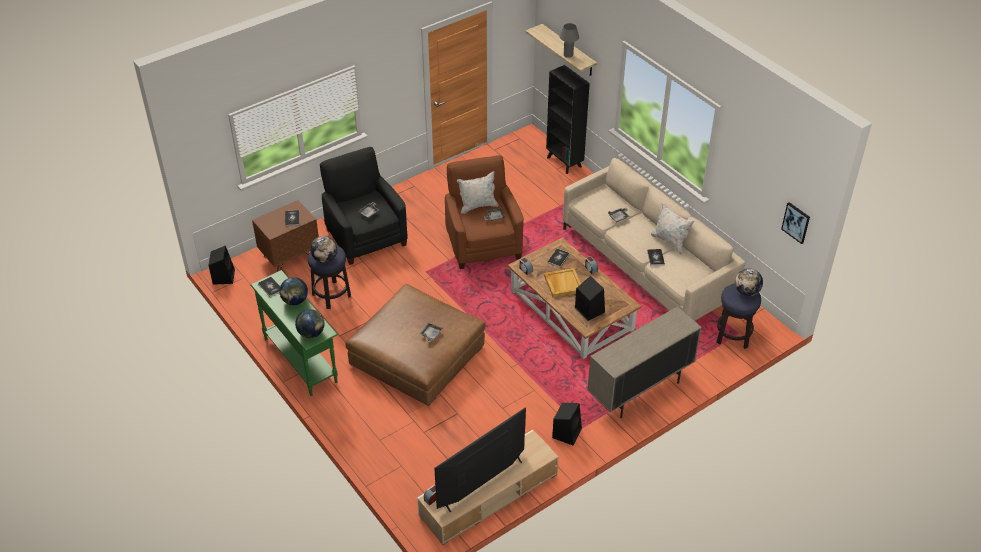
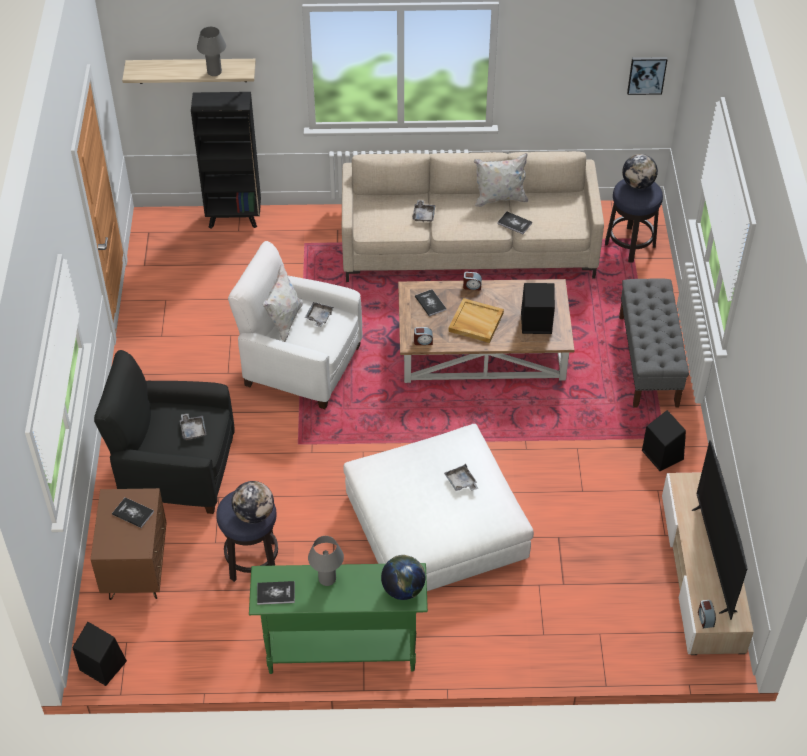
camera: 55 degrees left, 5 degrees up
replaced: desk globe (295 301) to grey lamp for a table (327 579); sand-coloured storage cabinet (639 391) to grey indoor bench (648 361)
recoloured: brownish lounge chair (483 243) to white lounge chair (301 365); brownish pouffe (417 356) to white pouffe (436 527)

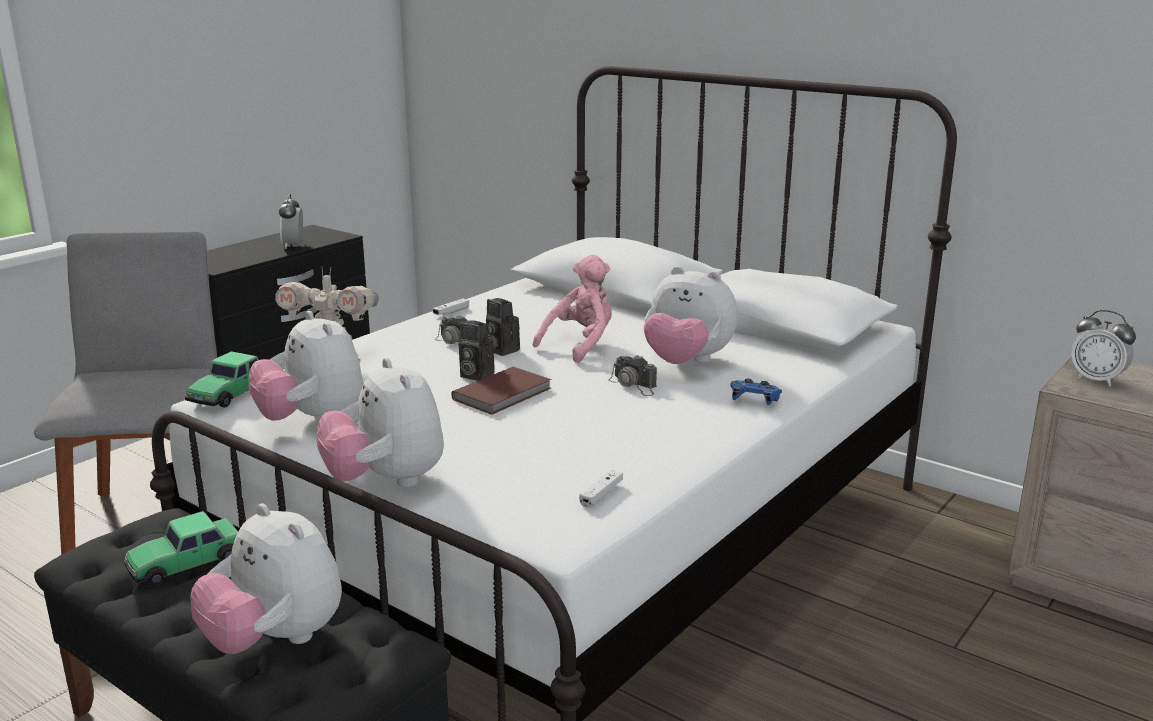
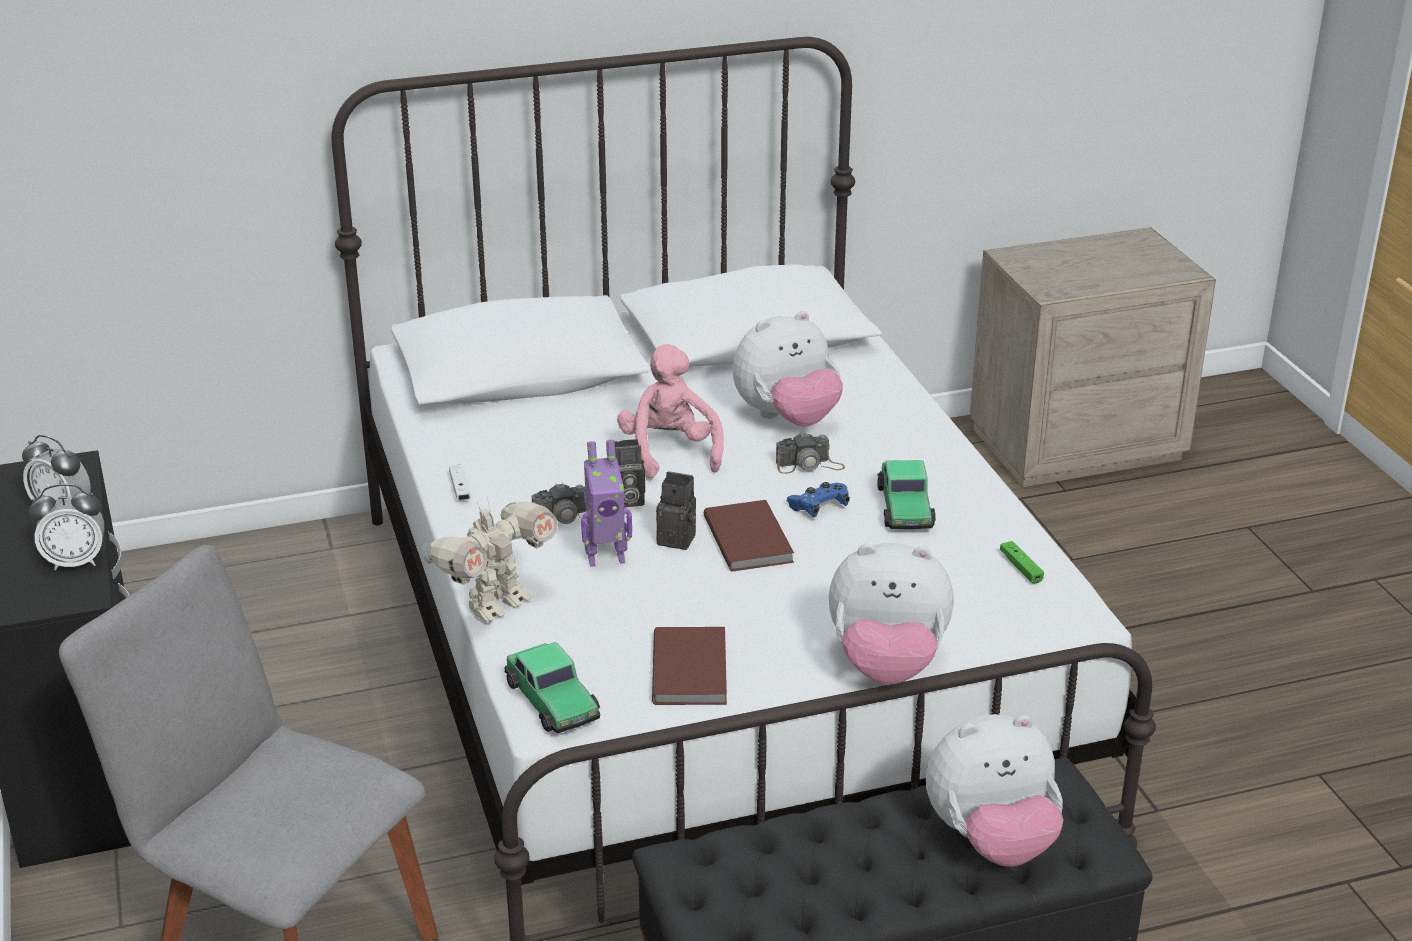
camera: 55 degrees left, 10 degrees up
added: toy robot (605 557)
moved: bedside clock (1096 380) to (76 562); blue-coloured gamepad (754 400) to (819 507); miniature car (186 562) to (905 507)
replaced: soft toy (312 421) to brownish book (692 669)
recoloured: white gamepad (601 495) to greenish gamepad (1021 568)
turned: still camera (474 375) = (679 538) 135 degrees counterclockwise

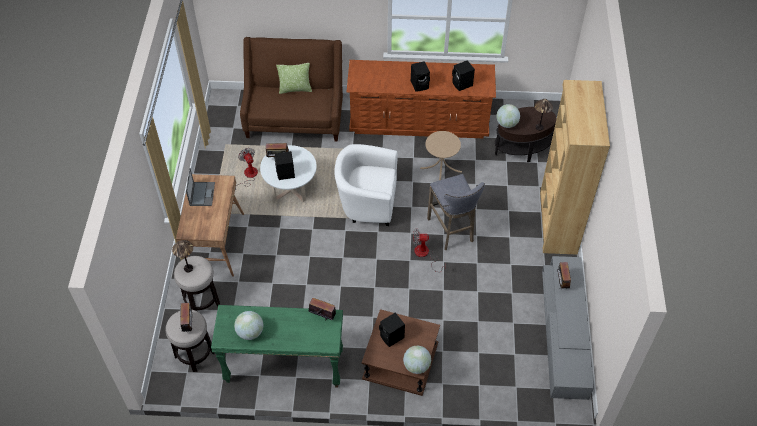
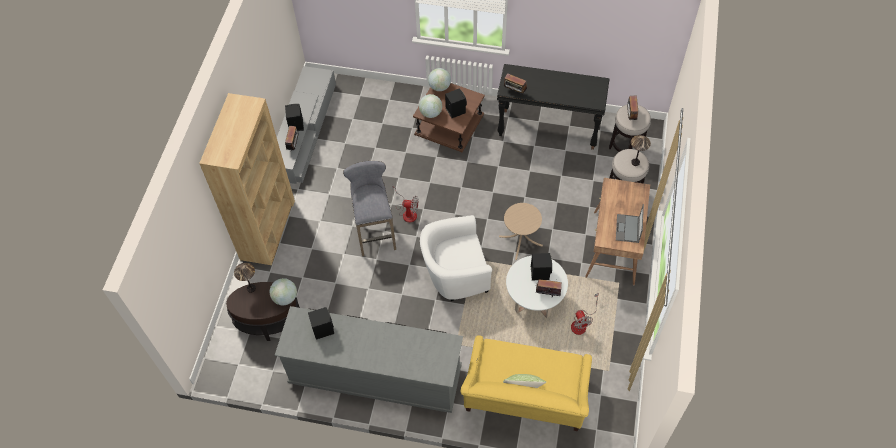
camera: 170 degrees left, 5 degrees up
moved: black-coloured speaker (420 84) to (295 125); desk globe (250 332) to (431 113); sand-coloured end table (440 170) to (520 241)
recoloured: brownish chest of drawers (419 121) to grey chest of drawers (375 375); brownish couch (295 117) to yellow couch (524 400); greenish hall table (283 368) to black-coloured hall table (548 129)
turned: white lounge chair (366 203) = (455 274) 150 degrees clockwise

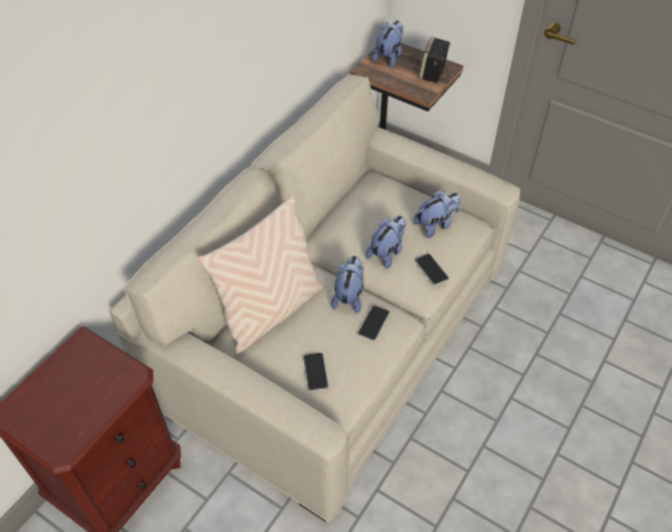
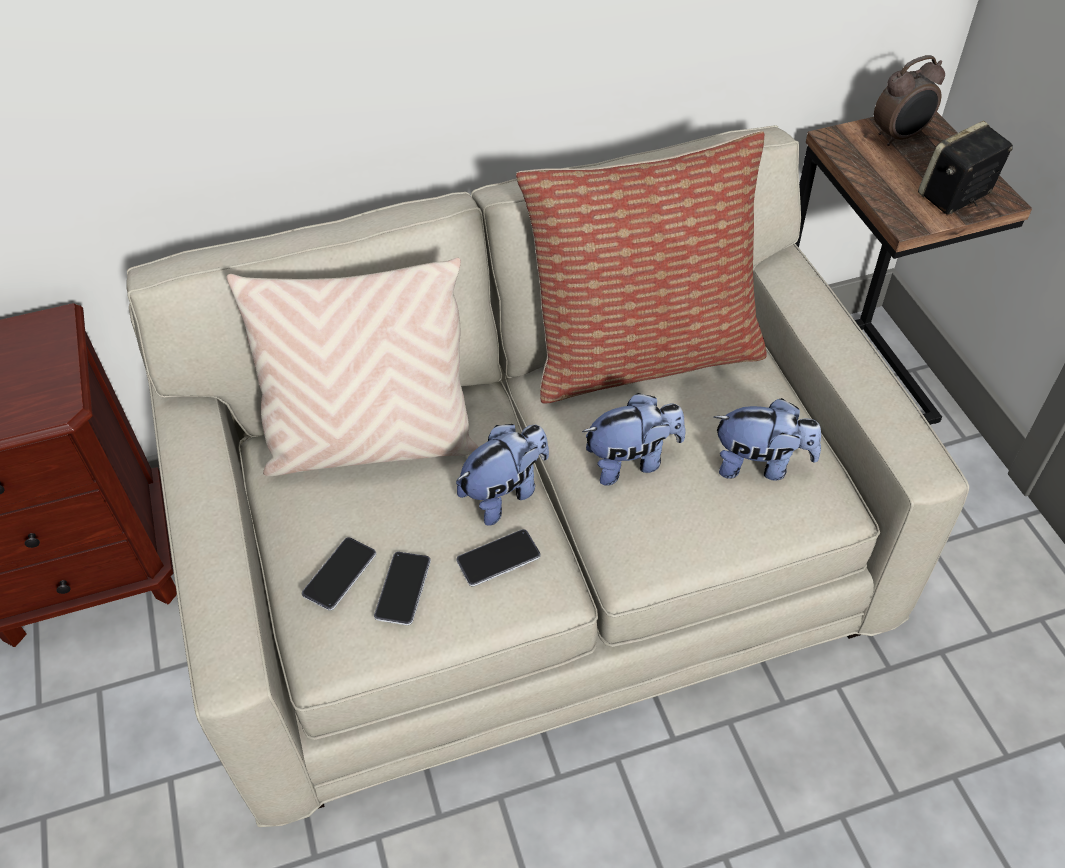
camera: 40 degrees right, 0 degrees up
added: cushion (642 353)
moved: phone (431 270) to (403 589)
replaced: soft toy (388 57) to bedside clock (900 137)

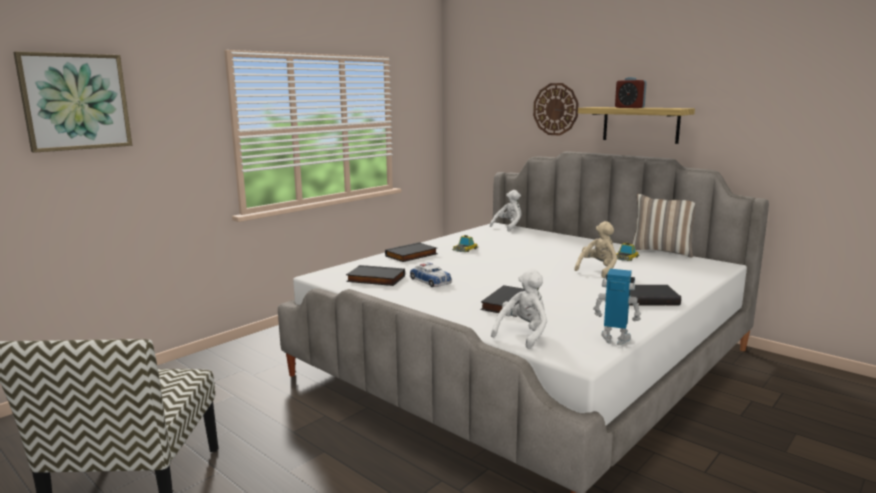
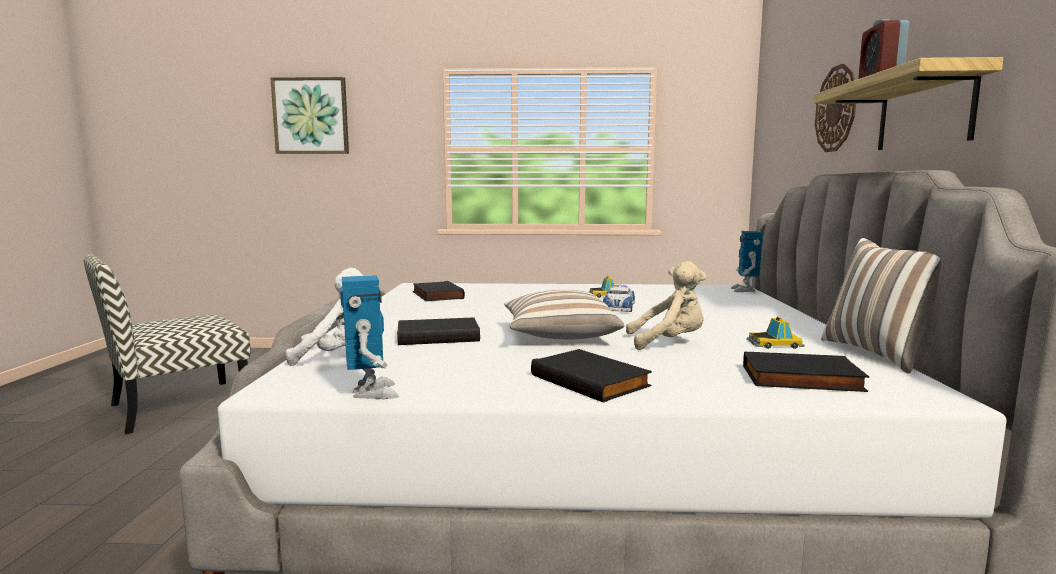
camera: 50 degrees right, 5 degrees down
added: cushion (559 336)
moved: miniature car (430 281) to (618 307); black-coloured book (412 255) to (801 379)
replaced: white soft toy (508 227) to toy robot (744 290)

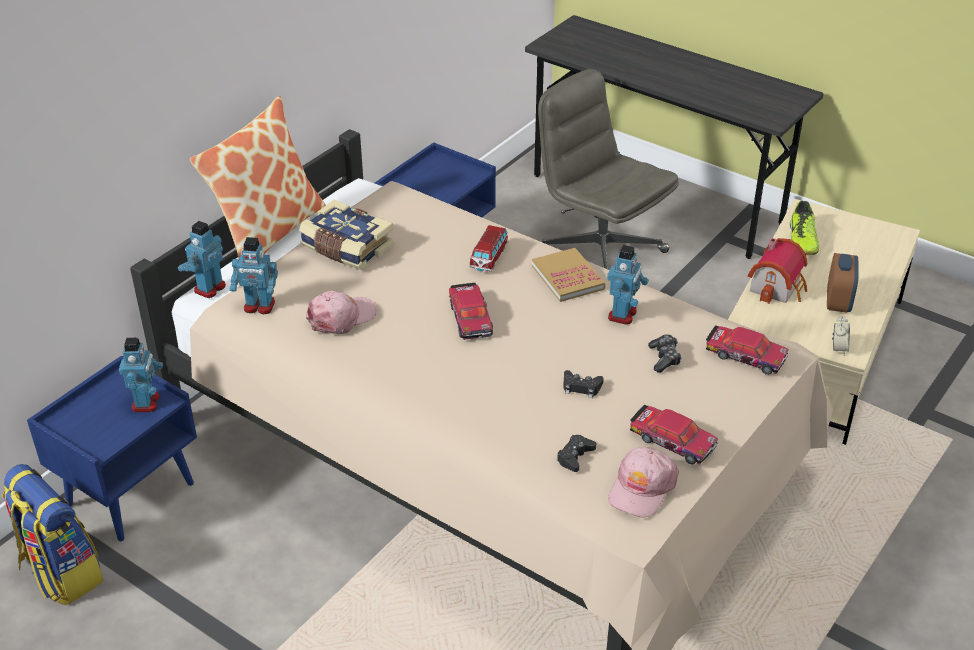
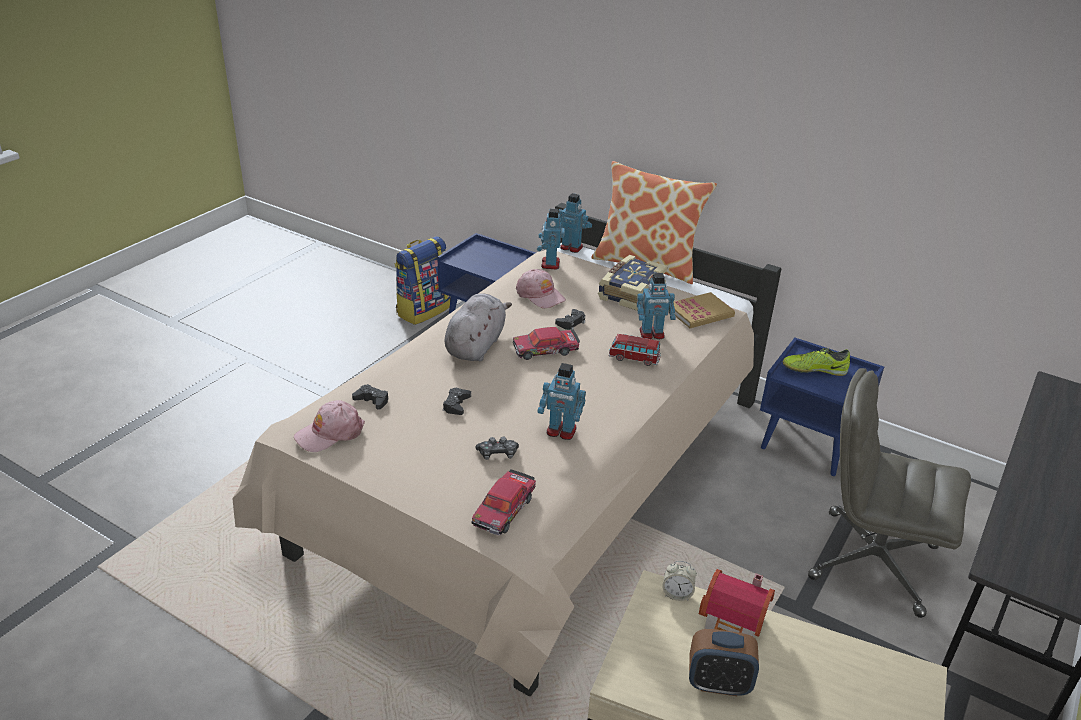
camera: 85 degrees right, 5 degrees down
removed: miniature car (672 441)
added: grey soft toy (476 345); black-coloured gamepad (571 323)
moved: toy robot (146 403) to (652 334); bedside clock (839 348) to (677 594); book (568 277) to (700 313); low shoe (802 240) to (814 369)
turned: pinkish cap (641 488) = (330 433) 60 degrees counterclockwise; grey office chair (599 251) = (871 561) 105 degrees counterclockwise

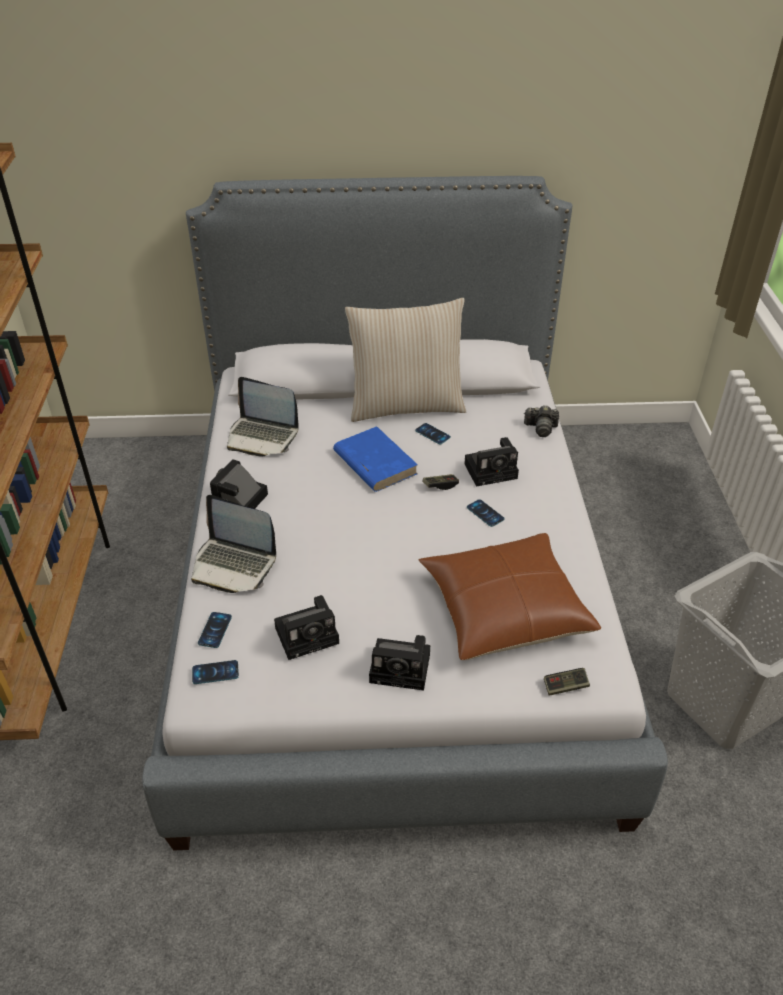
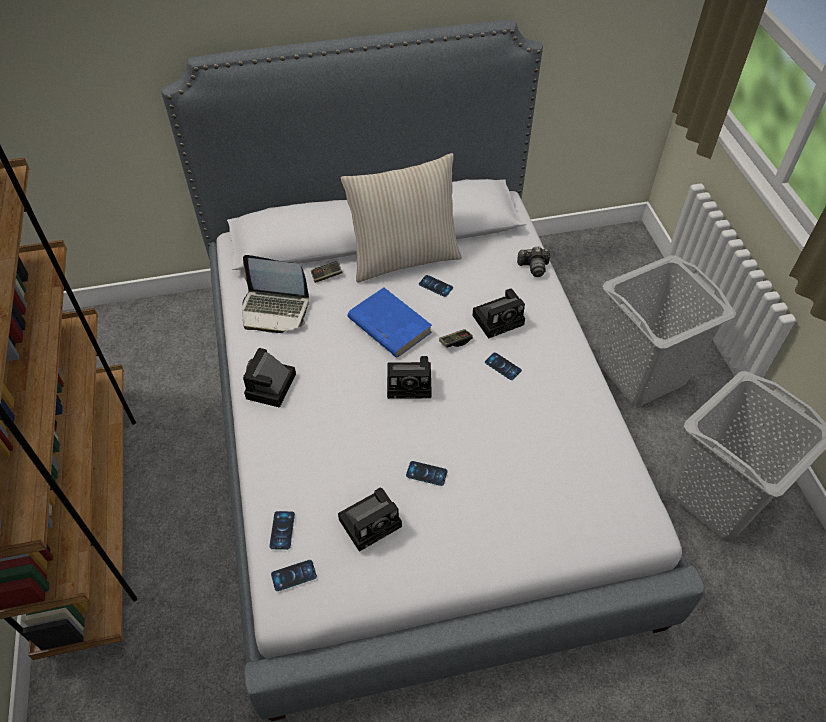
camera: 10 degrees left, 10 degrees up
removed: portable computer (234 565); brownish cushion (504 609)
added: phone (426 473); grey laundry basket (642 373)
moved: gamepad (565 686) to (327 275); still camera (403 668) to (411 383)

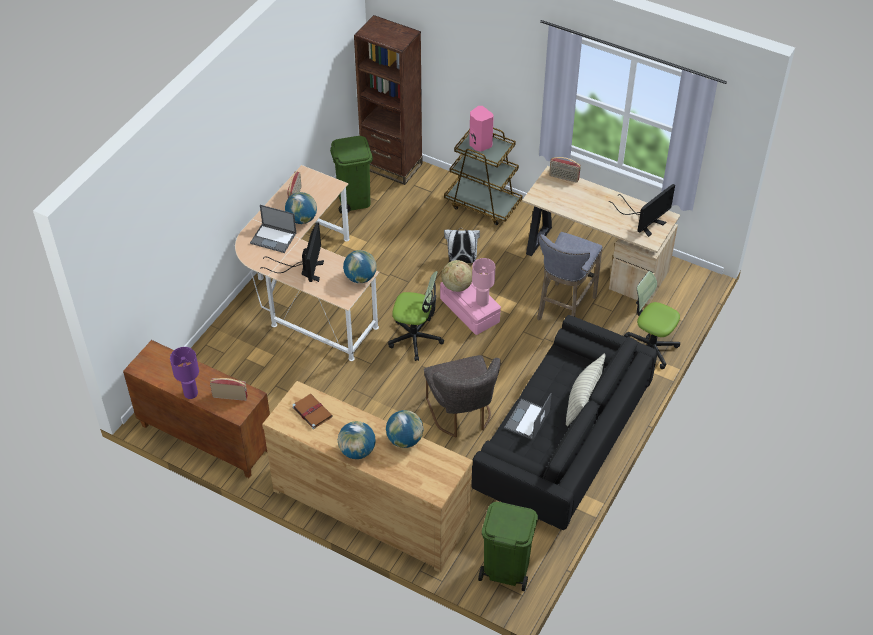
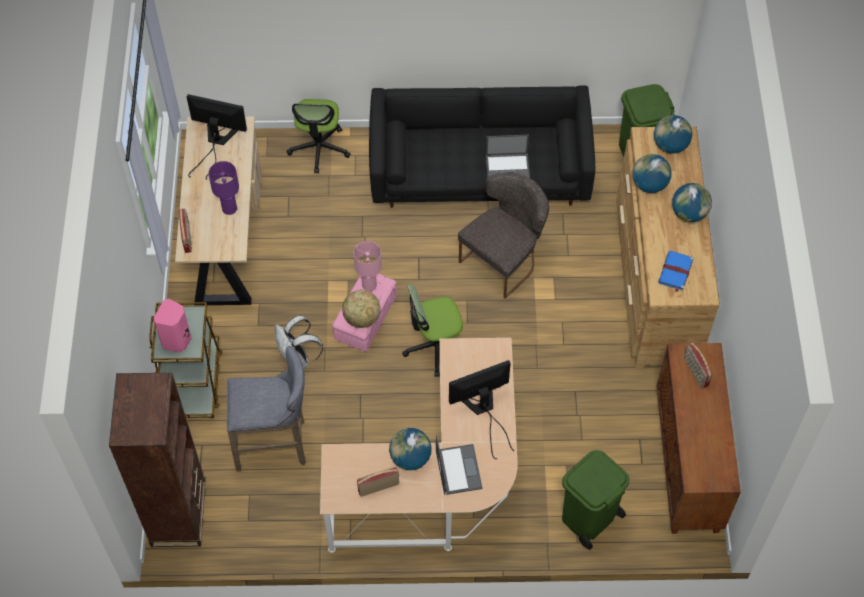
camera: 120 degrees left, 10 degrees up
removed: cushion (583 401)
moved: purple lamp for a table (191 393) to (229 208); grey sitting stool (564 310) to (275 444); greenish rubbish bin (353 198) to (588 518); desk globe (360 277) to (670 145)
recoloured: brownish book (311 411) to blue-coloured book (675 272)
turned: office chair (415 338) = (435 346) 90 degrees counterclockwise

